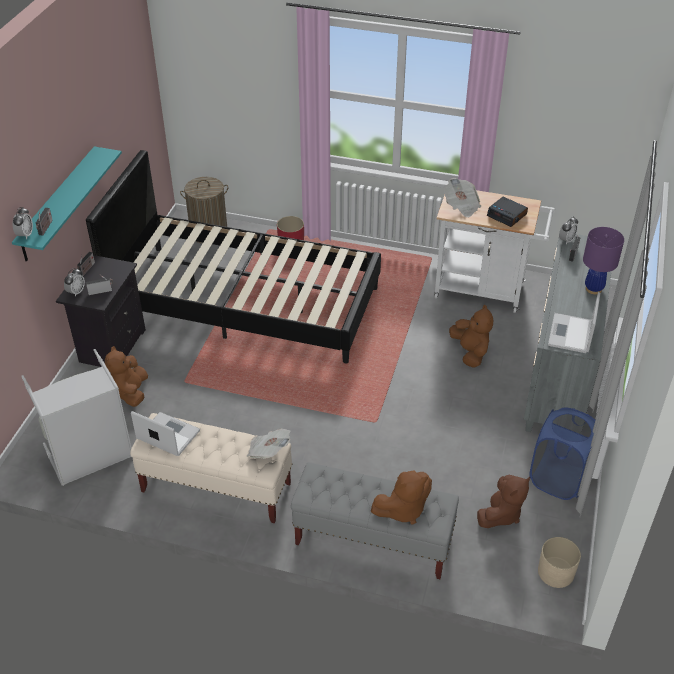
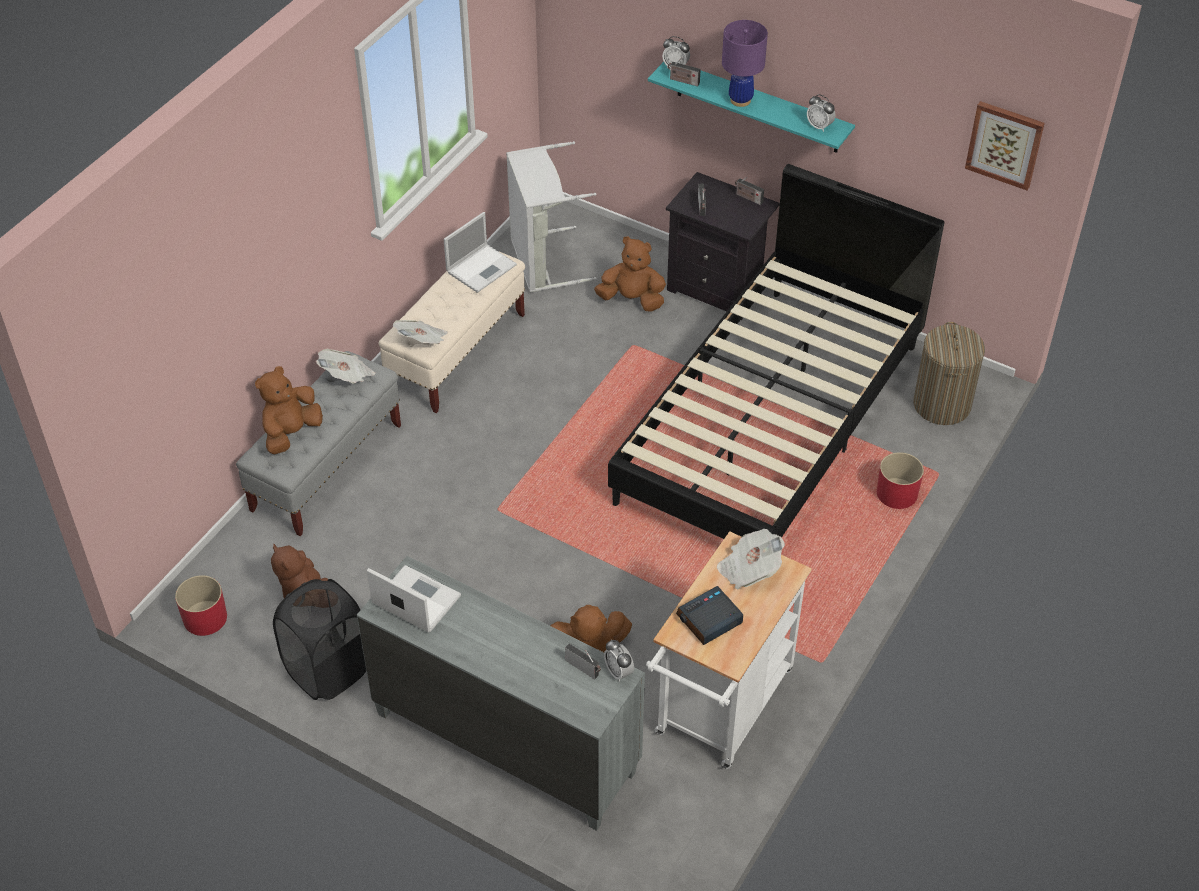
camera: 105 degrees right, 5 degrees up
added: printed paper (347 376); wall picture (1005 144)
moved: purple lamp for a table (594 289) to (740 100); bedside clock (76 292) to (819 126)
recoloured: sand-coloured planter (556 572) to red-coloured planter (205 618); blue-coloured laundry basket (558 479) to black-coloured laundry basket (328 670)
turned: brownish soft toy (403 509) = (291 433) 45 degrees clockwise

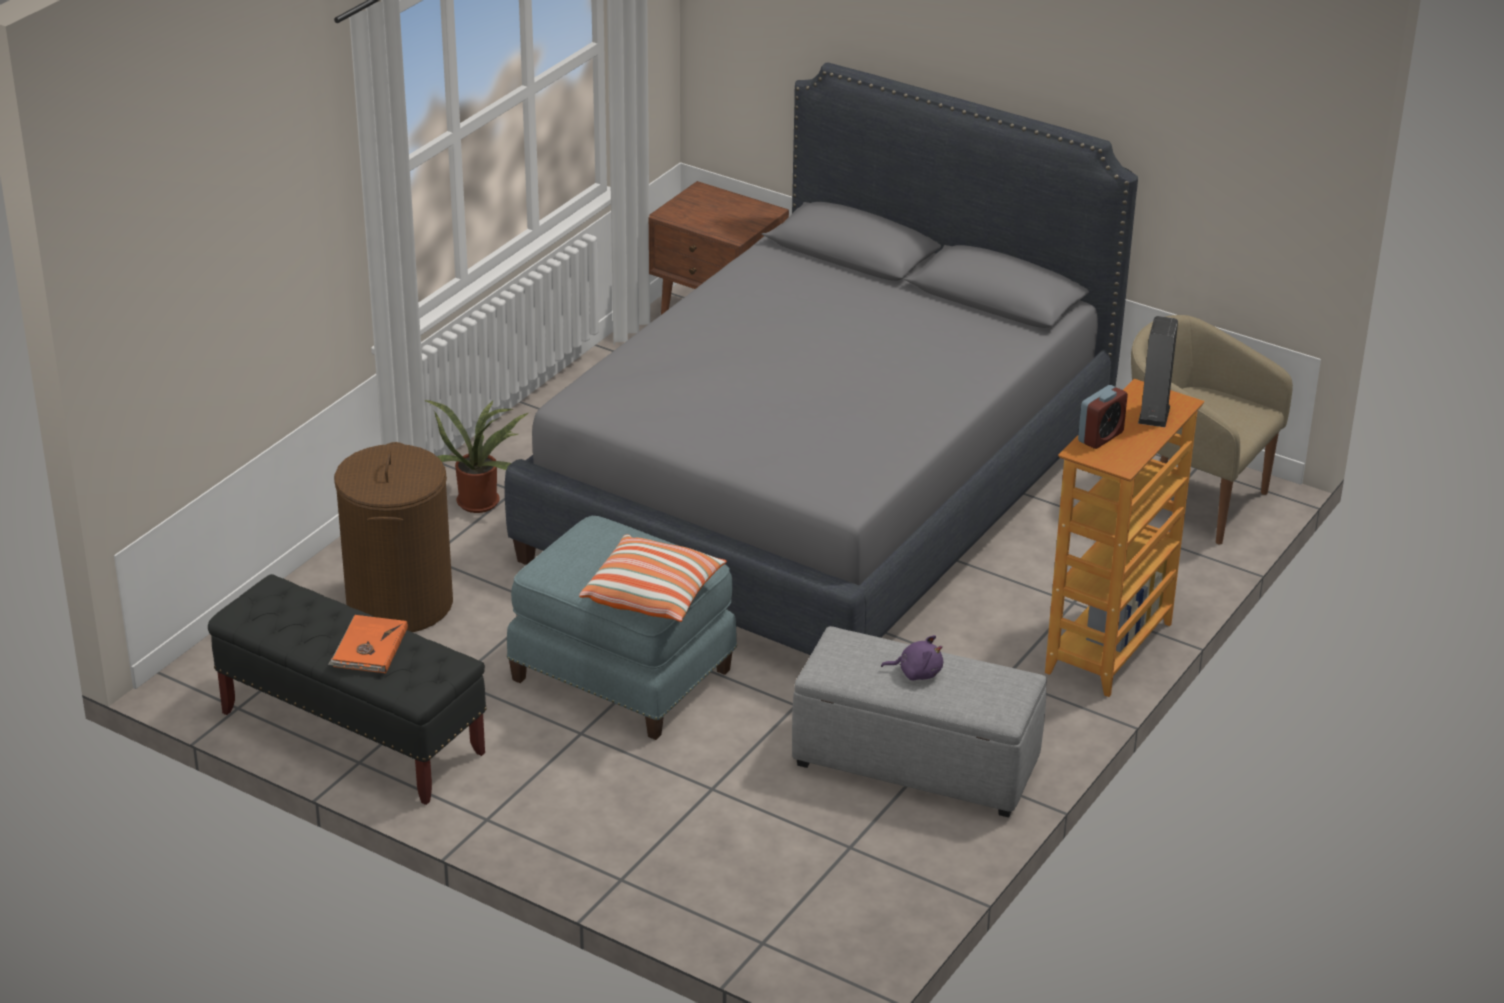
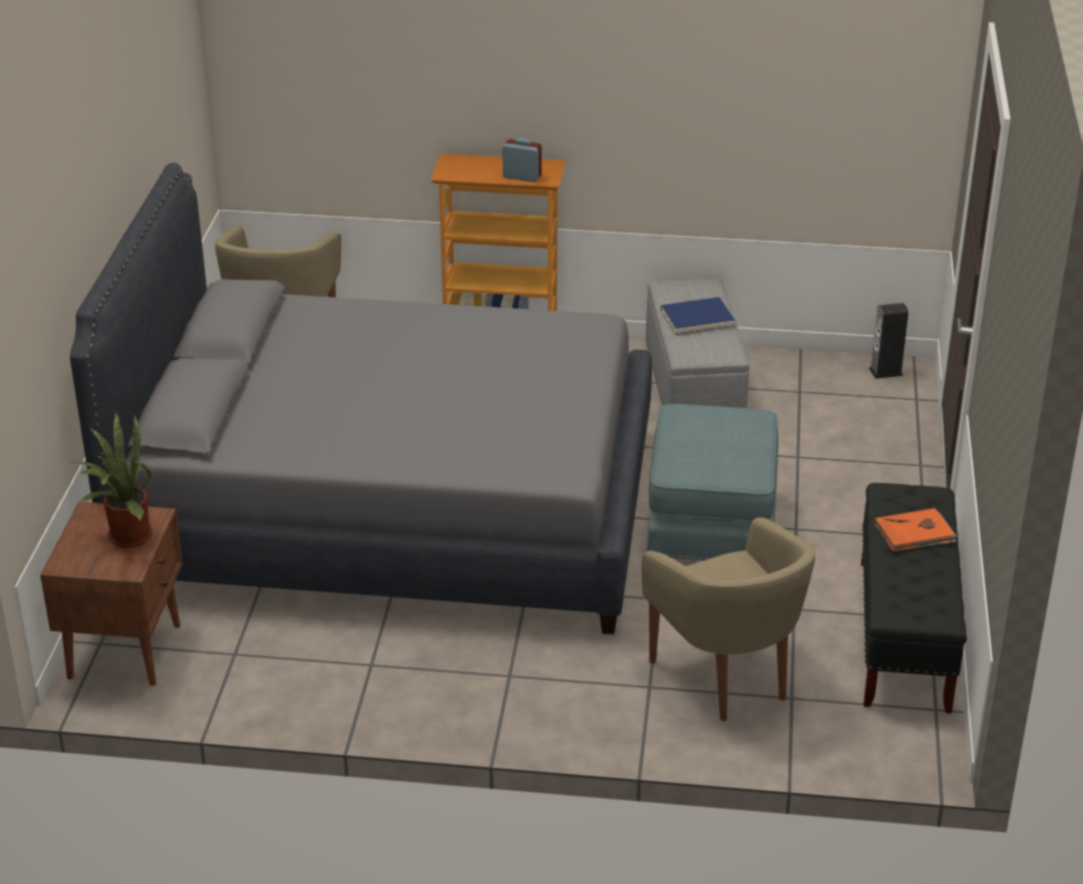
camera: 115 degrees left, 0 degrees up
removed: cushion (653 595)
moved: potted plant (481 500) to (125 536); speaker (1154 414) to (886 372)
replaced: brownish laundry basket (399 603) to sand-coloured lounge chair (726 678); purple soft toy (917 672) to blue-coloured book (697 319)

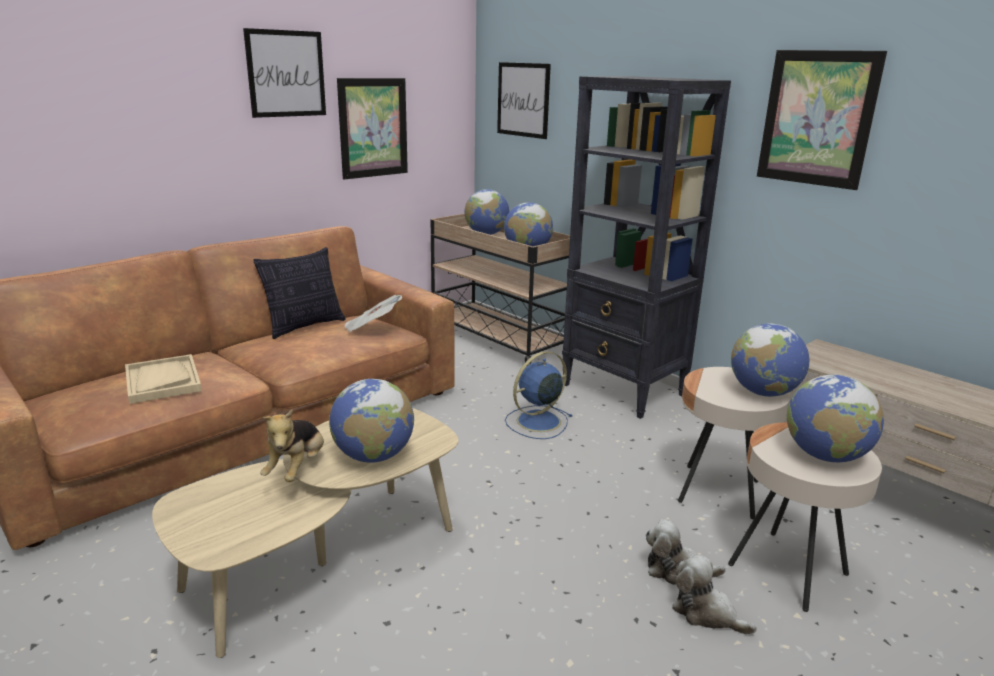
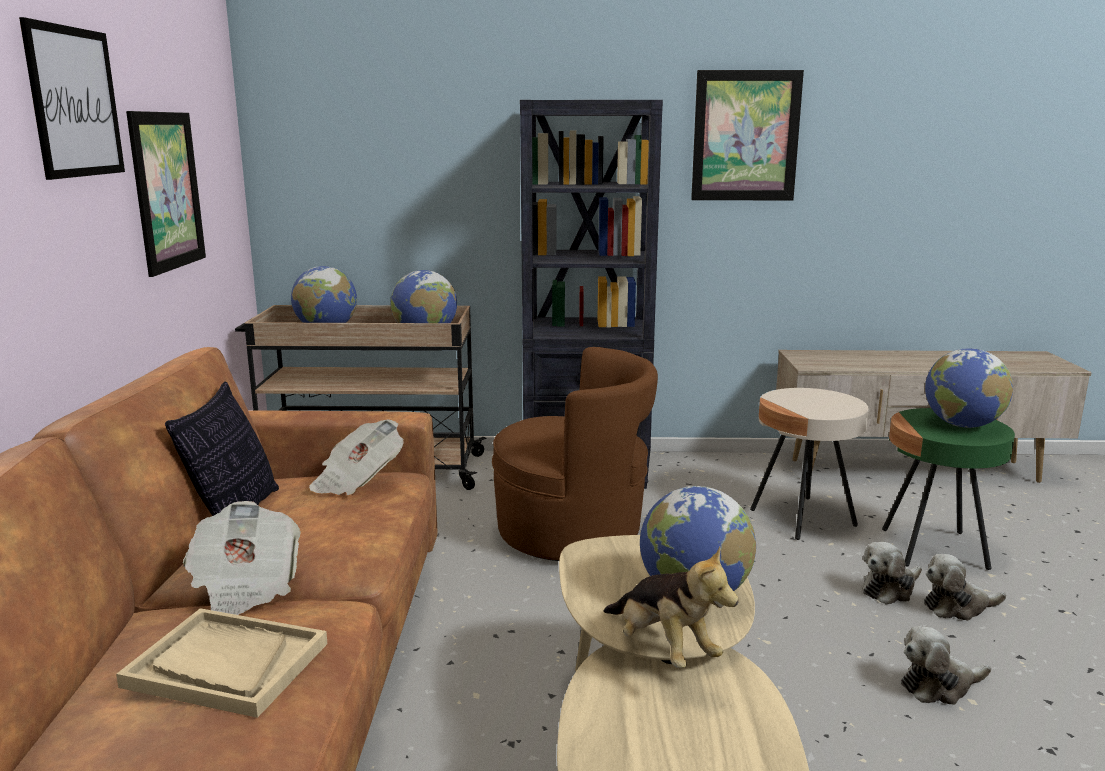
camera: 45 degrees left, 5 degrees down
removed: wall picture (523 100); desk globe (763 392)
added: printed paper (245 586); soft toy (939 686)
replaced: blue-coloured cooling fan (537 422) to brownish lounge chair (572 532)
recoloured: sand-coloured end table (787 569) to greenish end table (933 549)

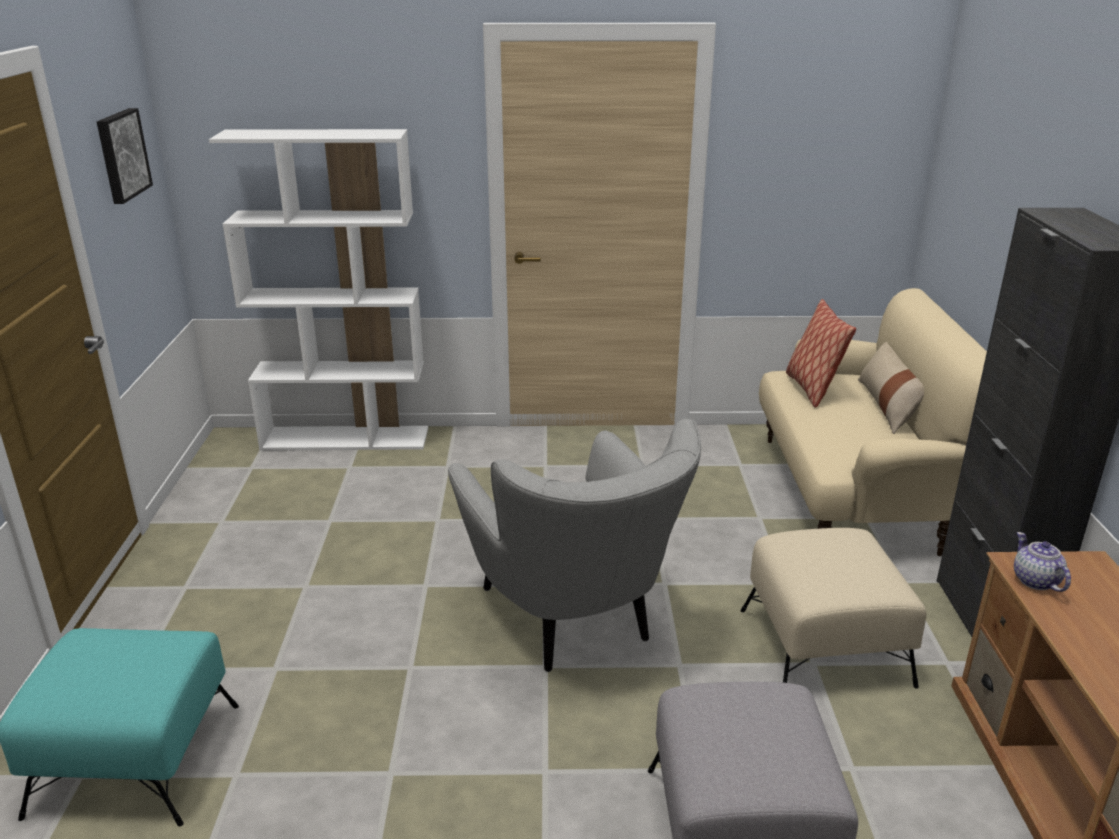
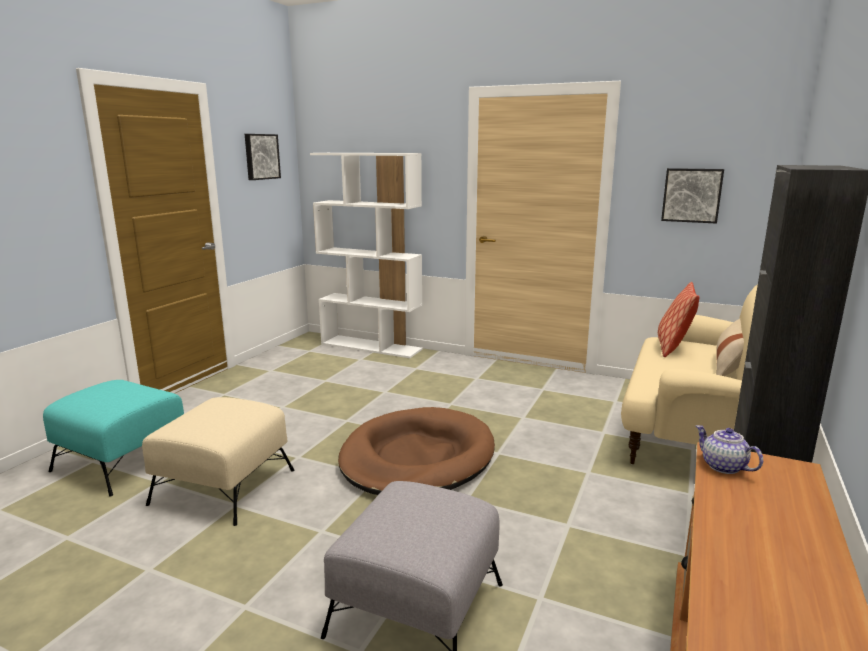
camera: 25 degrees right, 10 degrees down
added: wall picture (691 195)
moved: sand-coloured pouffe (824 646) to (224 486)
replaced: grey lounge chair (573 621) to brownish dog cushion (417 458)
turned: tea pot (1034 580) = (722 466) 45 degrees counterclockwise

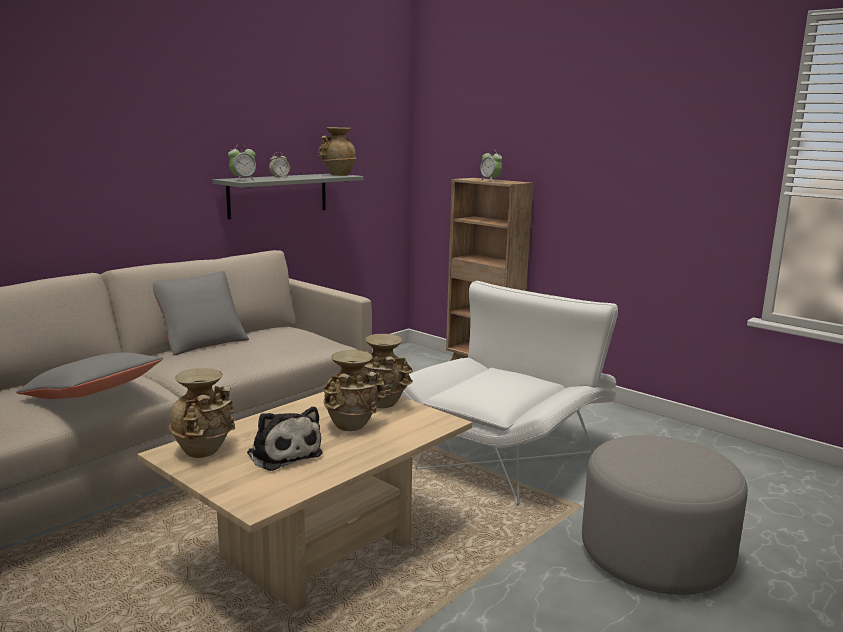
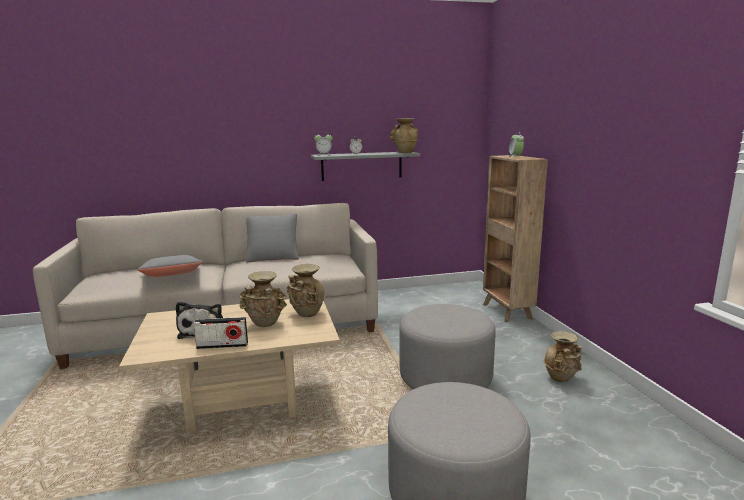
camera: 35 degrees right, 0 degrees up
added: radio (222 345)
moved: sand-coloured flower vase (205 451) to (561 378)
replaced: white lounge chair (510 454) to grey pouffe (445 378)

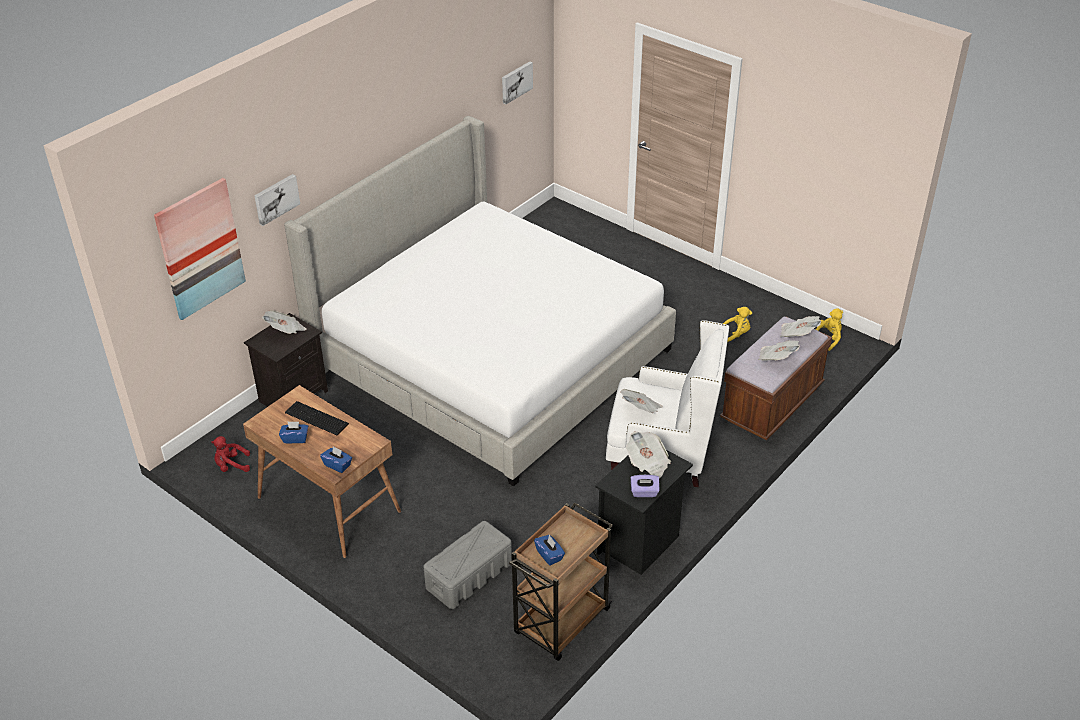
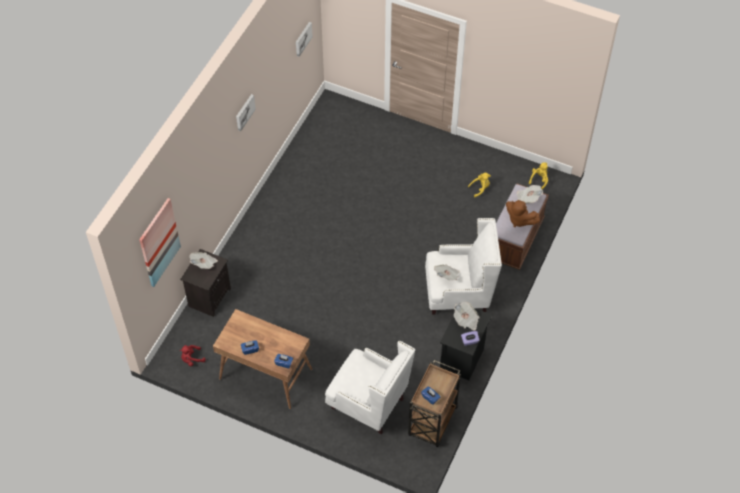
camera: 15 degrees left, 15 degrees up
removed: bedroom bed (491 358); keyboard (316 419)
moved: wall picture (276 199) to (244 112)
replaced: grey storage box (468 576) to white lounge chair (368 404); printed paper (776 358) to brownish soft toy (519 220)

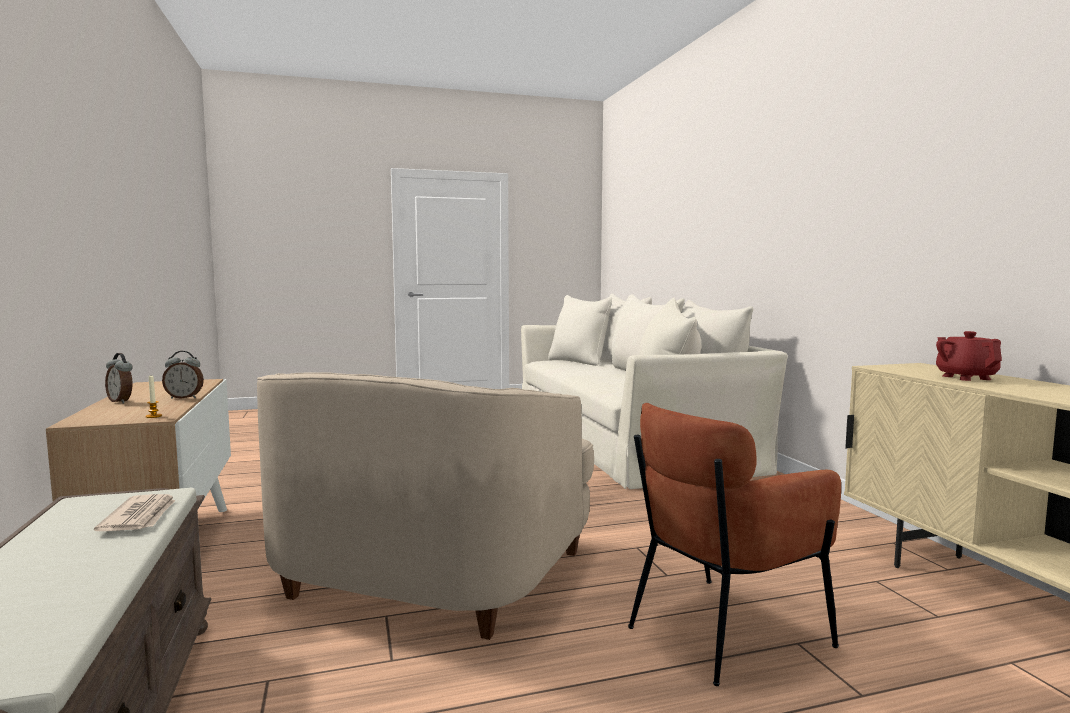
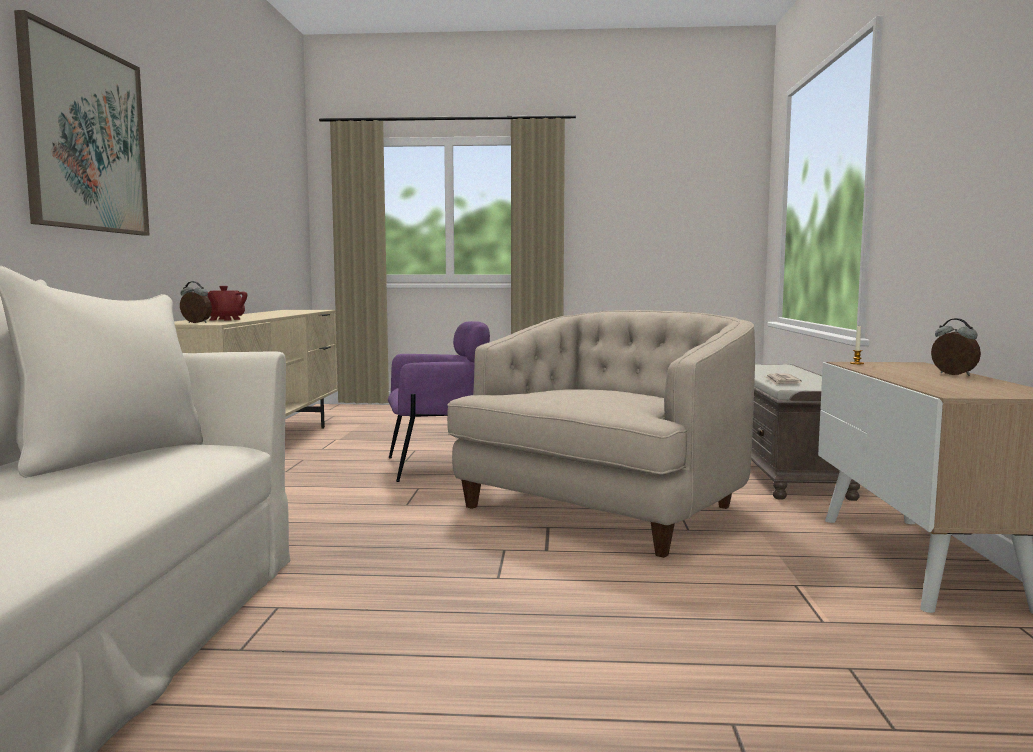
camera: 160 degrees left, 0 degrees up
added: wall picture (86 137)
moved: bedside clock (184 398) to (195 323)
recoloured: brownish lounge chair (721 632) to purple lounge chair (437 467)

